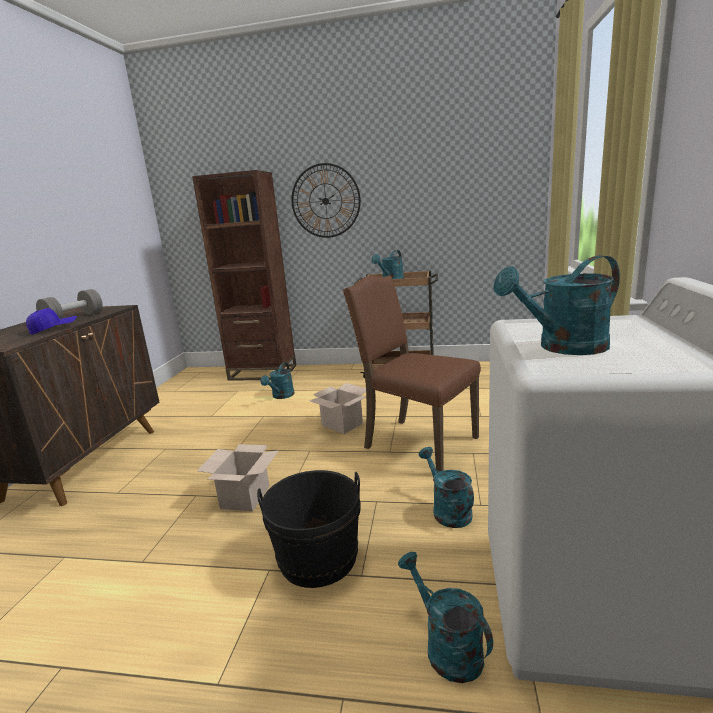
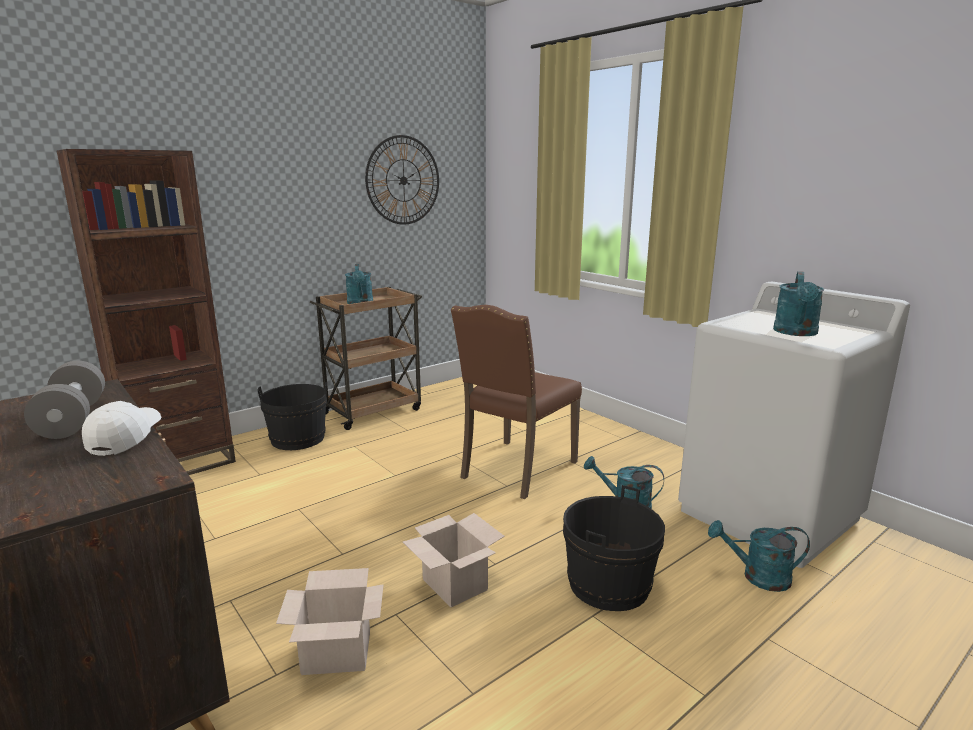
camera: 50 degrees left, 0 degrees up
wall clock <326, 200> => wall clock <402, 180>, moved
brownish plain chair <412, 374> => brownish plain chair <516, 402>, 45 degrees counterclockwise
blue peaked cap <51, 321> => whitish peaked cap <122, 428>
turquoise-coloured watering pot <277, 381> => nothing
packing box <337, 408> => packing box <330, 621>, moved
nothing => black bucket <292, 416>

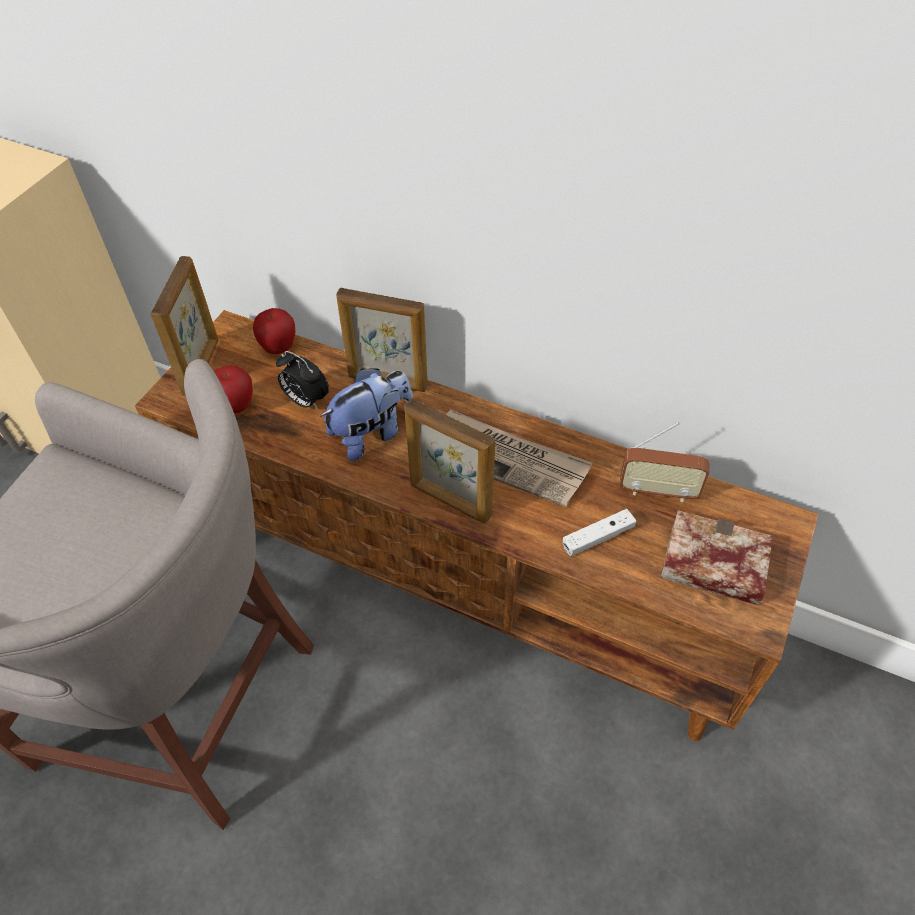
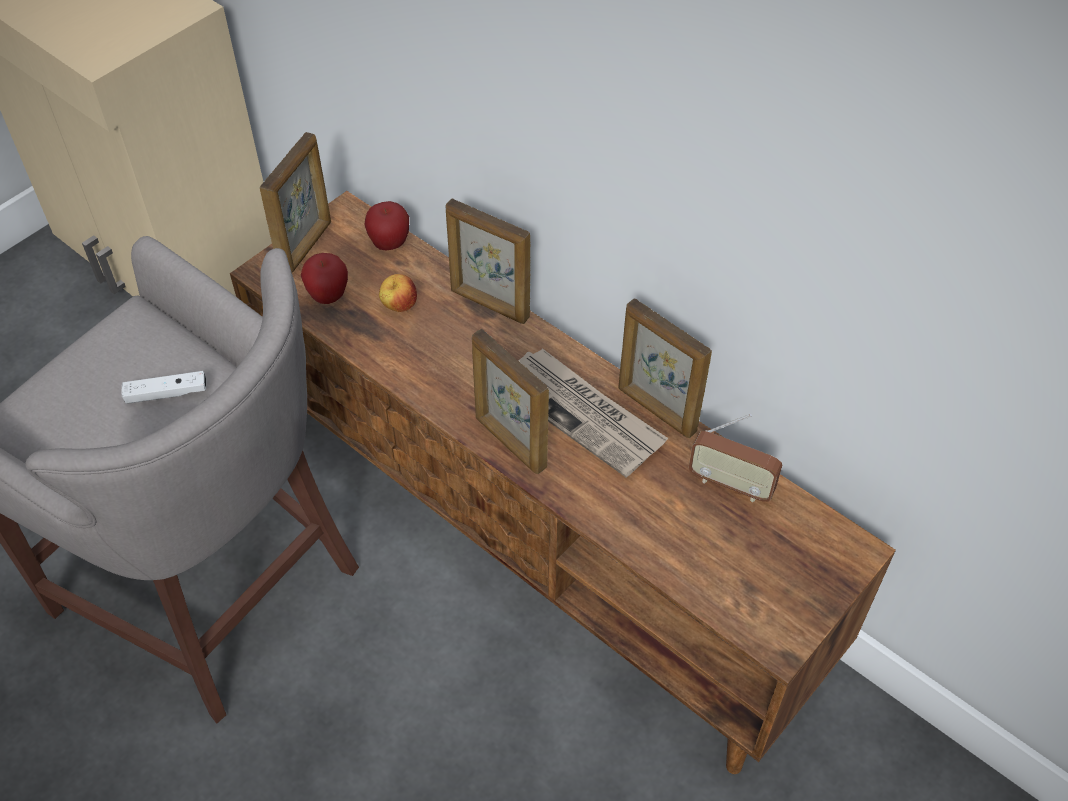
camera: 15 degrees right, 0 degrees up
bedside clock <302, 380> => whole apple <398, 293>
cuddly toy <366, 415> => nothing
whitish game controller <599, 532> => whitish game controller <164, 387>, moved
volume <717, 557> => nothing
nothing => picture frame <665, 368>

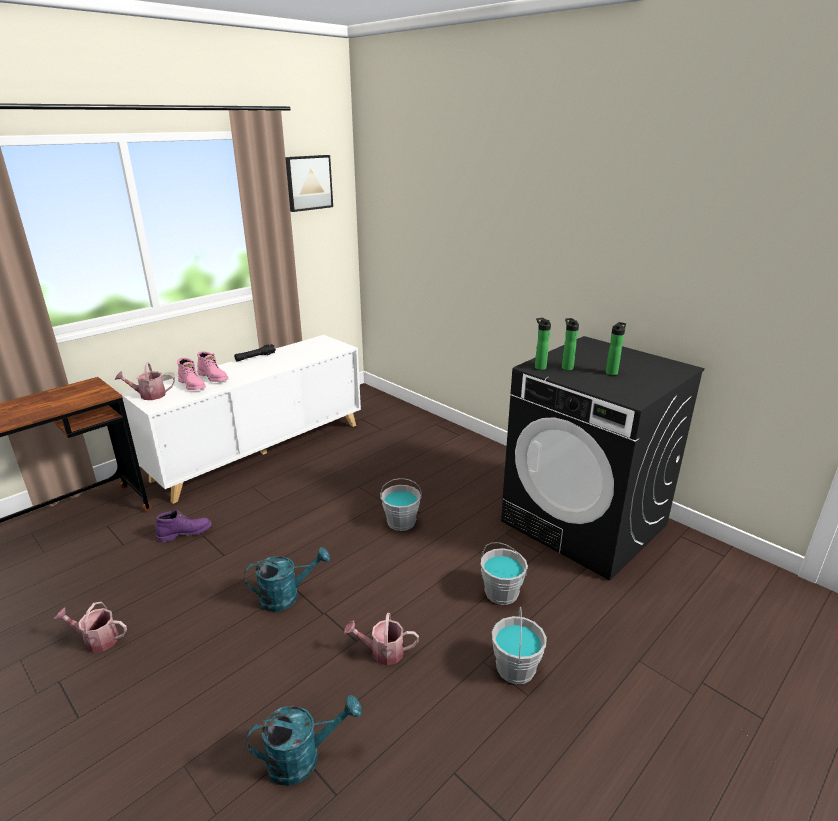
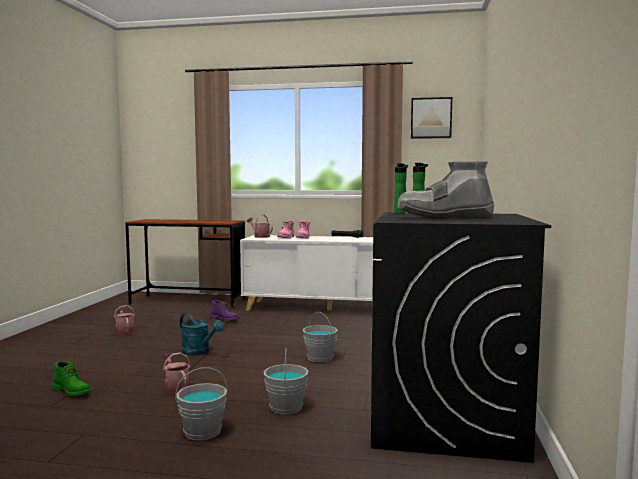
camera: 55 degrees right, 20 degrees down
beverage bottle <616, 348> => gray high-top boot <445, 190>
turquoise-coloured watering pot <304, 740> => green high-top boot <71, 378>

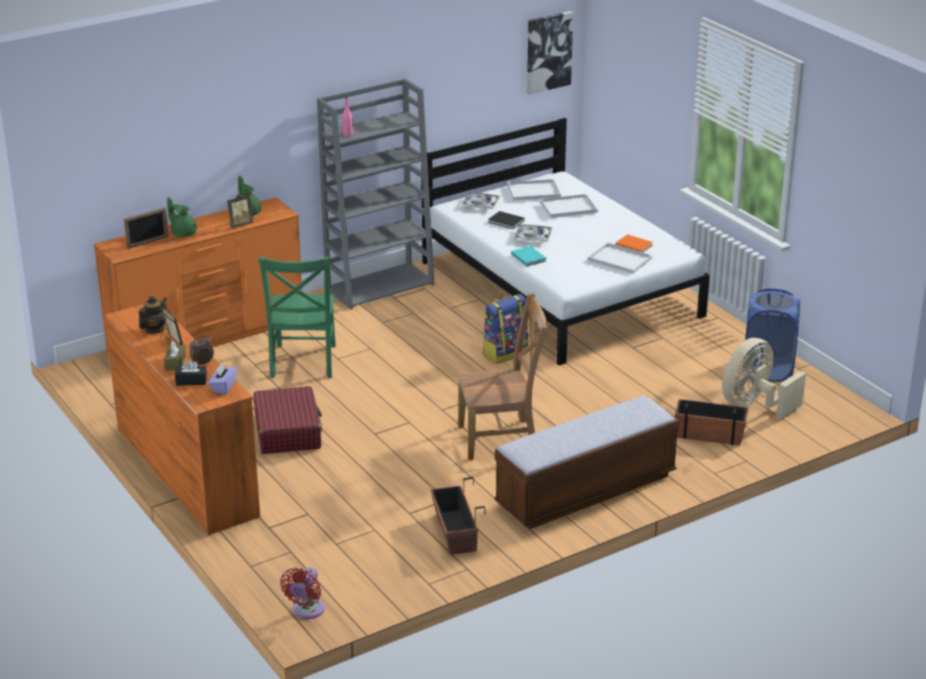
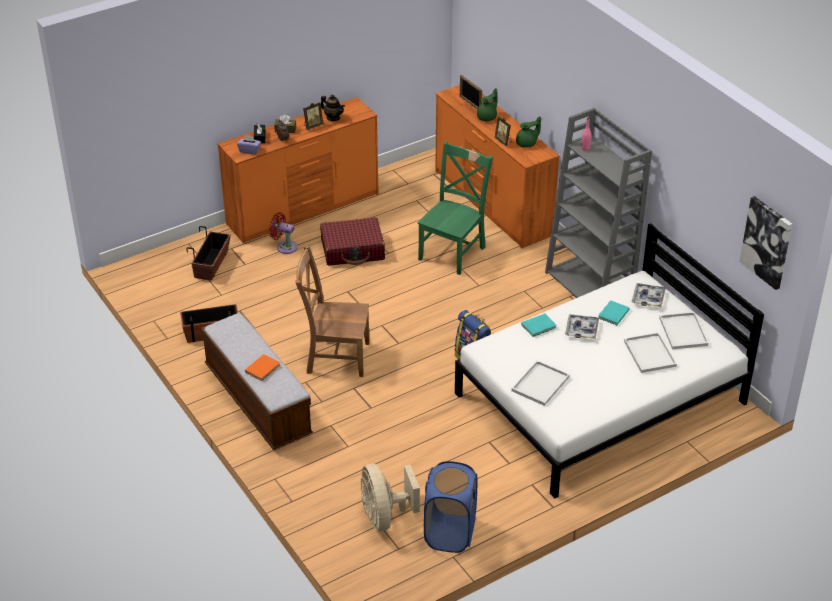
camera: 90 degrees right, 10 degrees up
black volume <506, 220> => turquoise-coloured volume <614, 312>
orangey volume <634, 243> => orangey volume <262, 367>, moved
green plain chair <297, 317> => green plain chair <455, 208>, 120 degrees clockwise
brownish plain chair <503, 376> => brownish plain chair <332, 311>, 105 degrees clockwise
sand-coloured cooling fan <764, 378> => sand-coloured cooling fan <390, 497>, 150 degrees counterclockwise
plant pot <712, 422> => plant pot <209, 253>, moved
red-coloured cooling fan <302, 593> => red-coloured cooling fan <283, 233>, moved

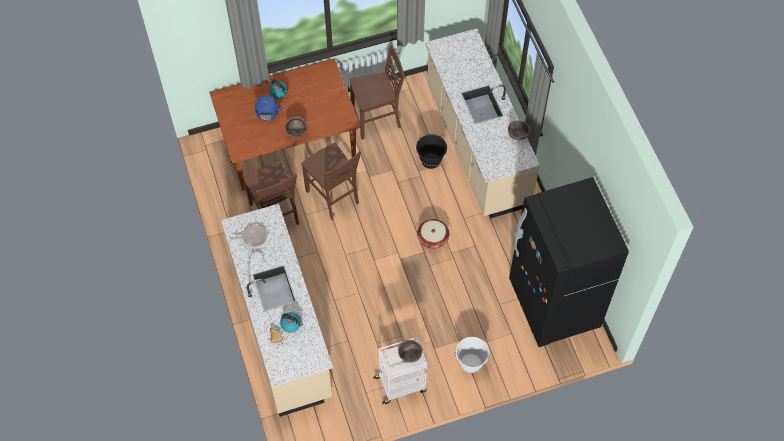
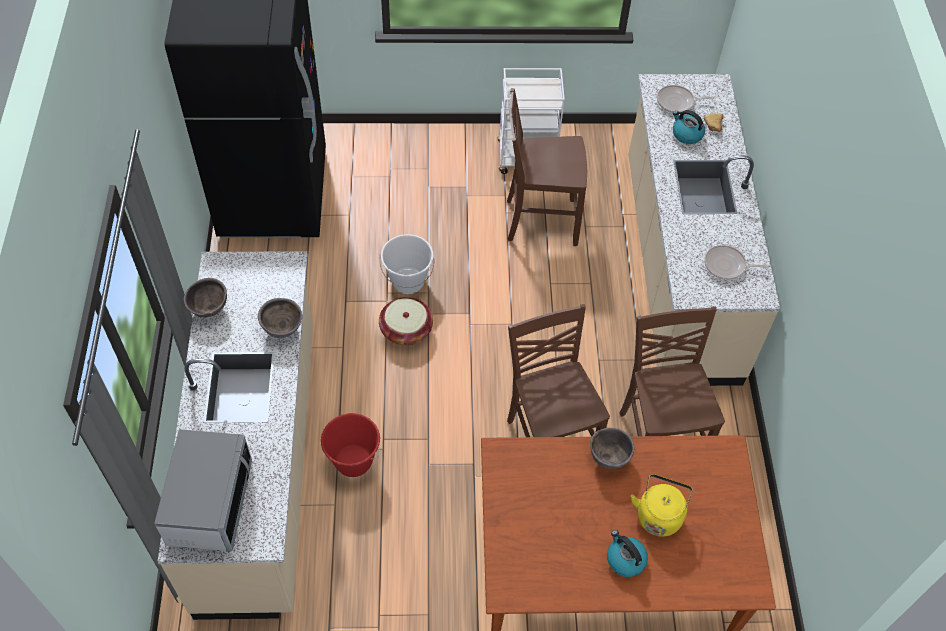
camera: 165 degrees left, 5 degrees down
brownish plain chair <377, 92> => brownish plain chair <547, 167>, moved
blue kettle <268, 108> => yellowish kettle <662, 505>
black bucket <431, 151> => red-coloured bucket <350, 445>
whitish bucket <472, 355> => whitish bucket <407, 264>, moved
brownish bowl <410, 351> => brownish bowl <280, 318>, moved
nothing => skillet <685, 99>
nothing => microwave oven <203, 490>

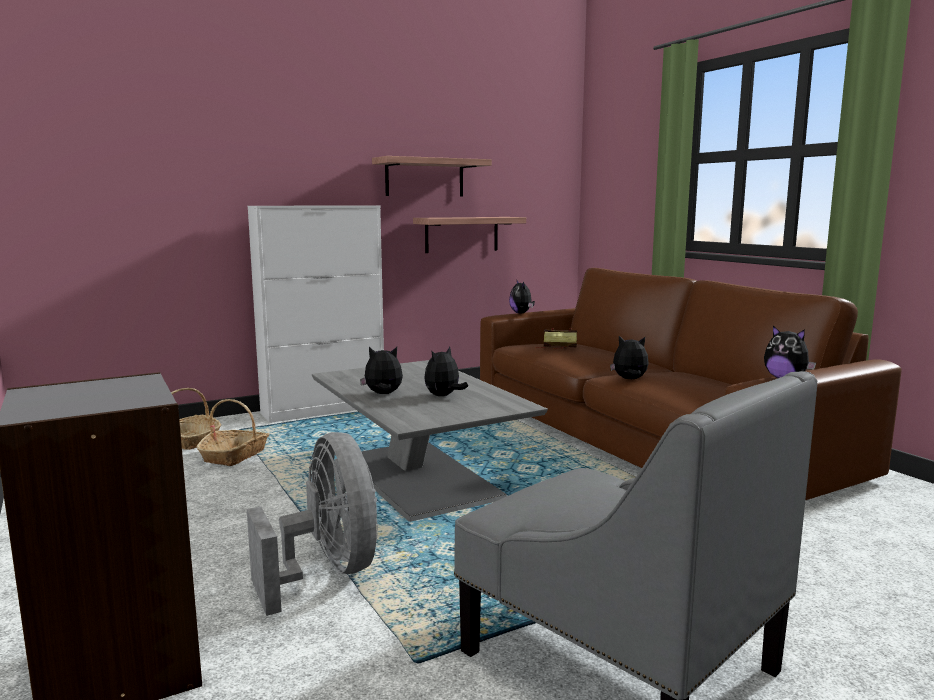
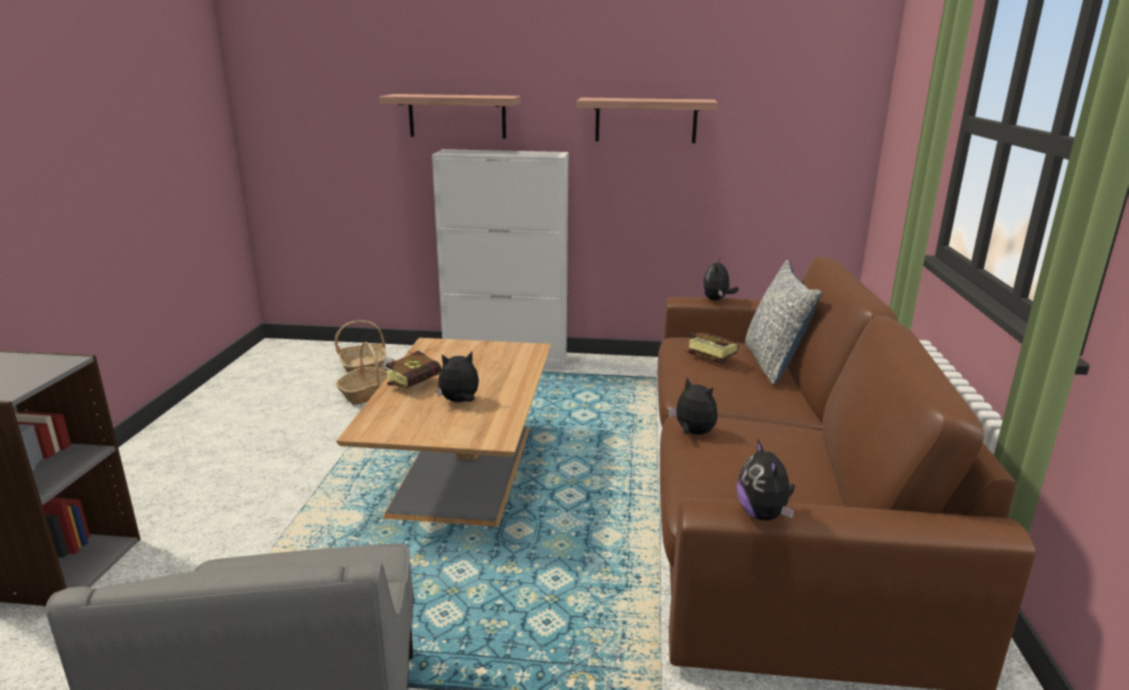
camera: 35 degrees right, 10 degrees up
wall shelf <469, 235> => wall shelf <450, 116>, moved
cuddly toy <381, 370> => volume <413, 369>
gray lounge table <430, 441> => brownish lounge table <443, 432>
gray cooling fan <312, 524> => nothing
nothing => pillow <783, 322>

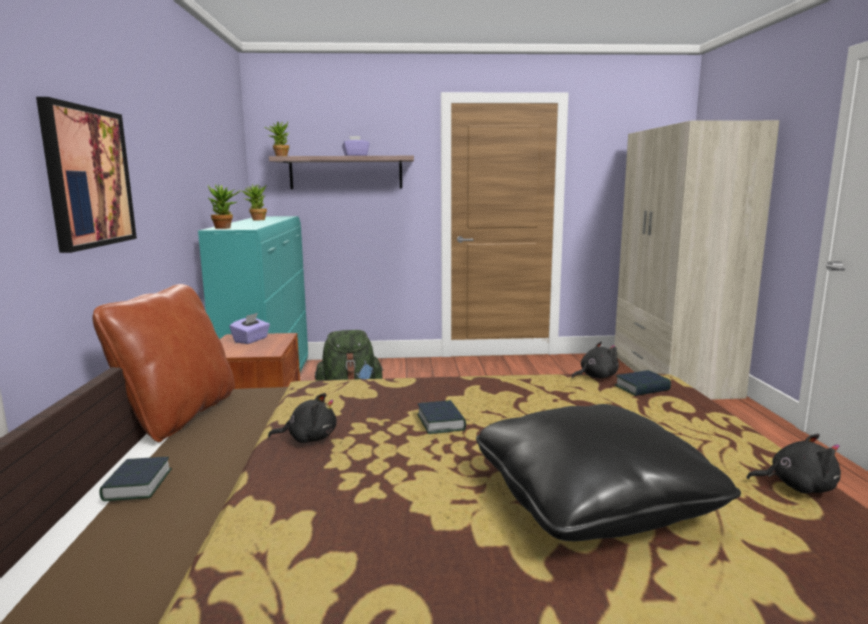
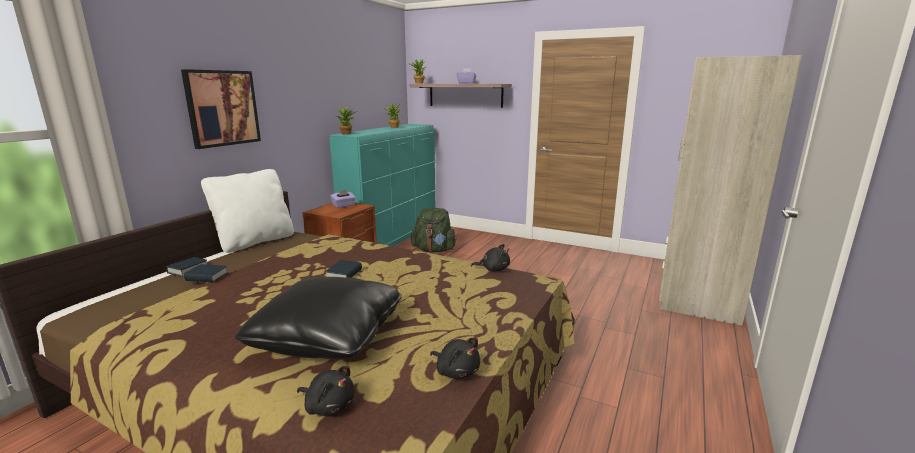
camera: 30 degrees right, 5 degrees up
brownish pillow <163, 363> => whitish pillow <247, 211>
volume <642, 383> => volume <205, 273>, moved
black cuddly toy <302, 418> => black cuddly toy <326, 391>, moved

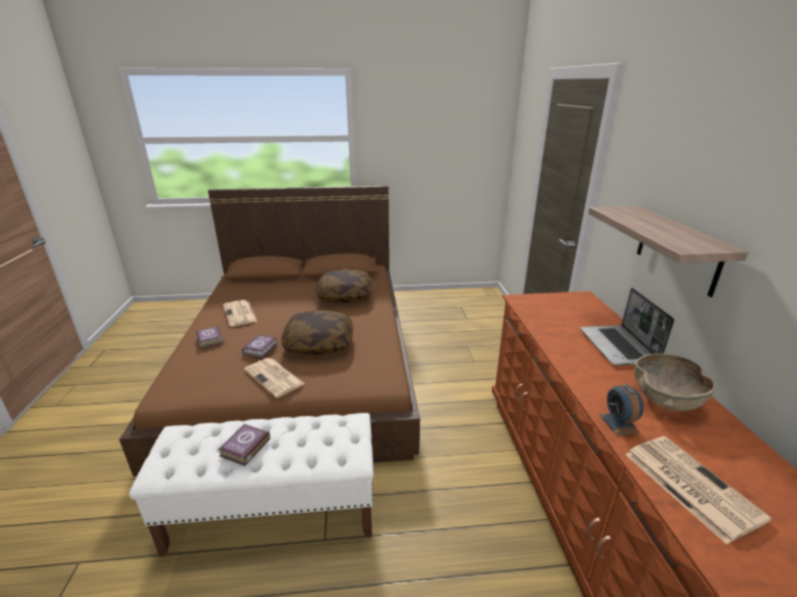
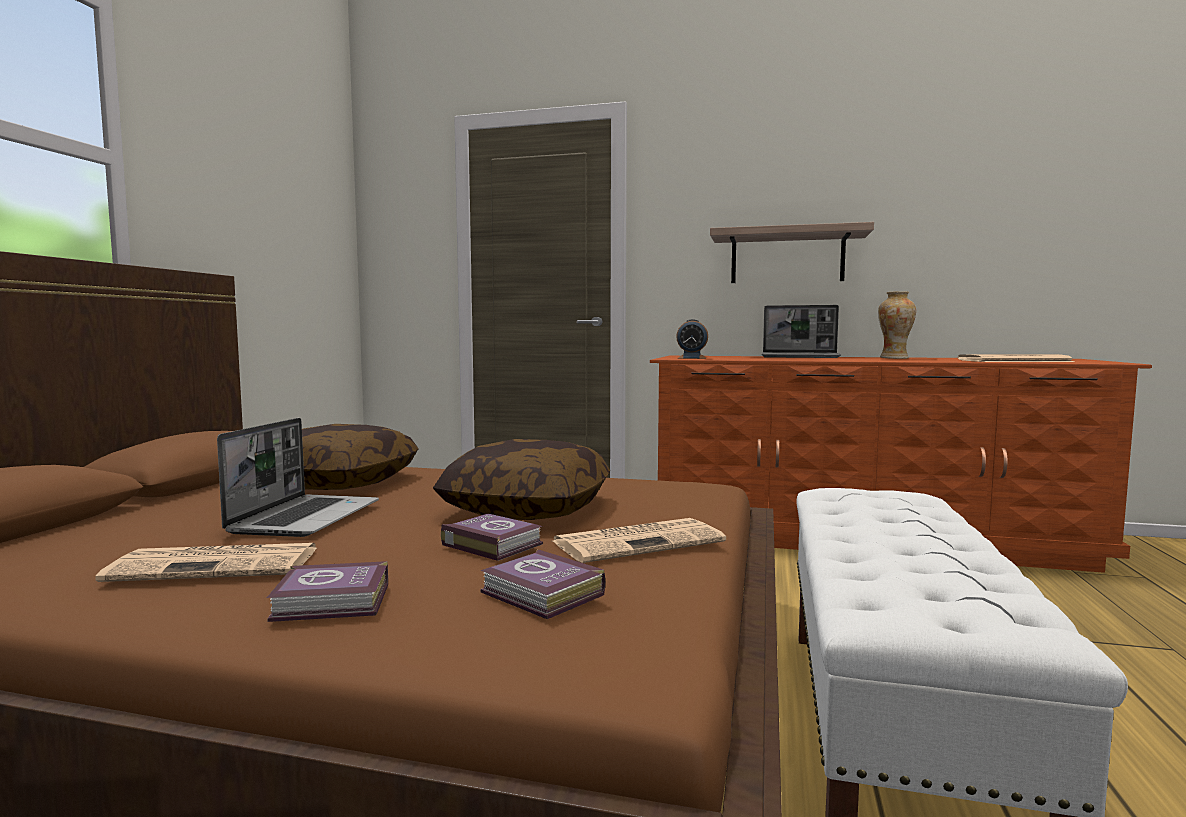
camera: 70 degrees left, 20 degrees down
brownish bowl <674, 382> => decorative vase <897, 325>
bedside clock <621, 410> => bedside clock <692, 339>, moved
volume <244, 445> => volume <542, 584>, moved
nothing => portable computer <298, 477>

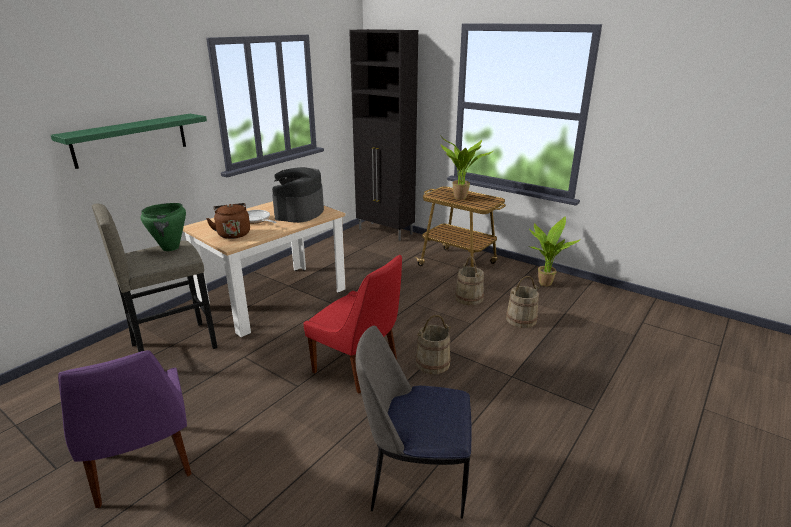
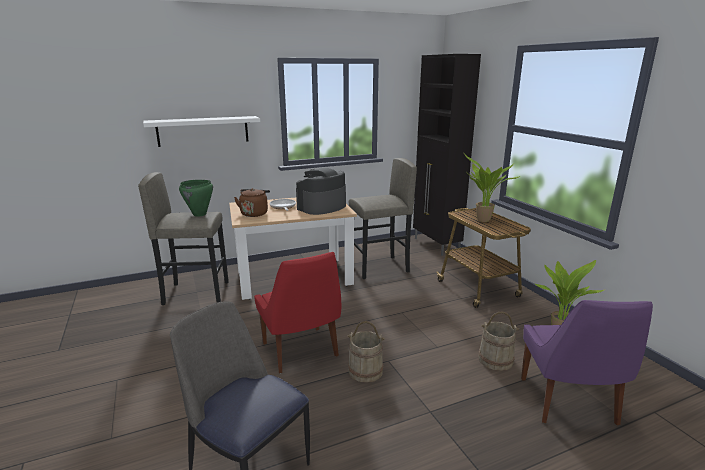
camera: 30 degrees right, 5 degrees down
green wall shelf <129, 141> => whitish wall shelf <201, 131>
sand-coloured bucket <469, 280> => nothing
purple plain chair <125, 429> => purple plain chair <587, 363>, moved
nothing => gray sitting stool <383, 218>

